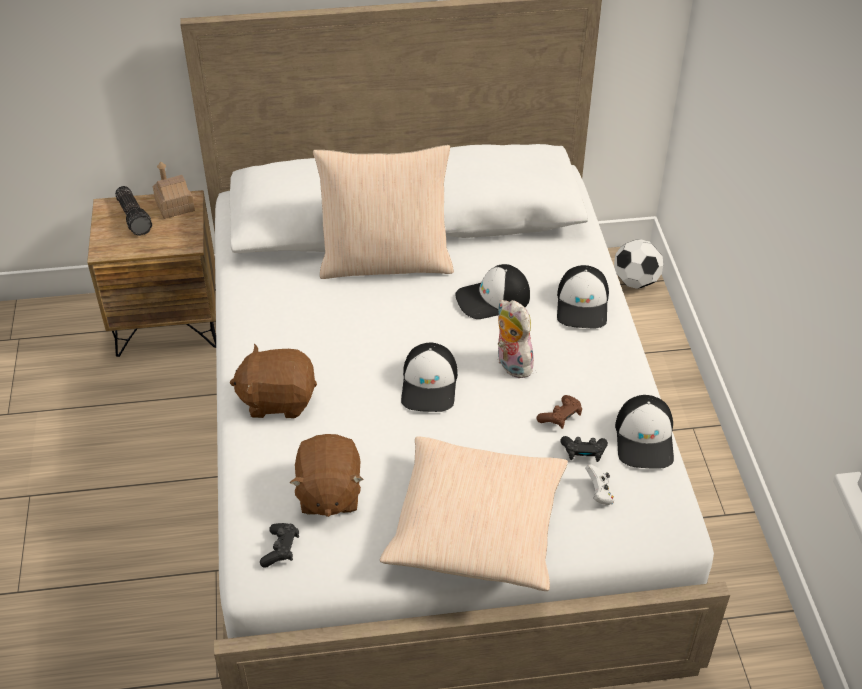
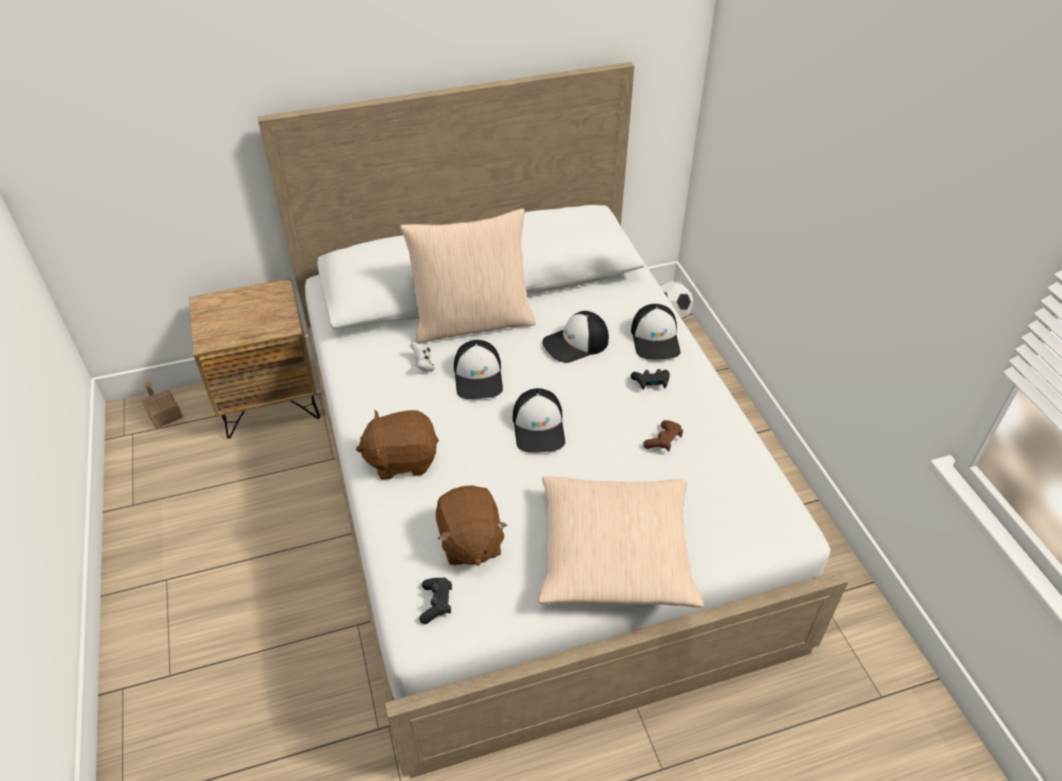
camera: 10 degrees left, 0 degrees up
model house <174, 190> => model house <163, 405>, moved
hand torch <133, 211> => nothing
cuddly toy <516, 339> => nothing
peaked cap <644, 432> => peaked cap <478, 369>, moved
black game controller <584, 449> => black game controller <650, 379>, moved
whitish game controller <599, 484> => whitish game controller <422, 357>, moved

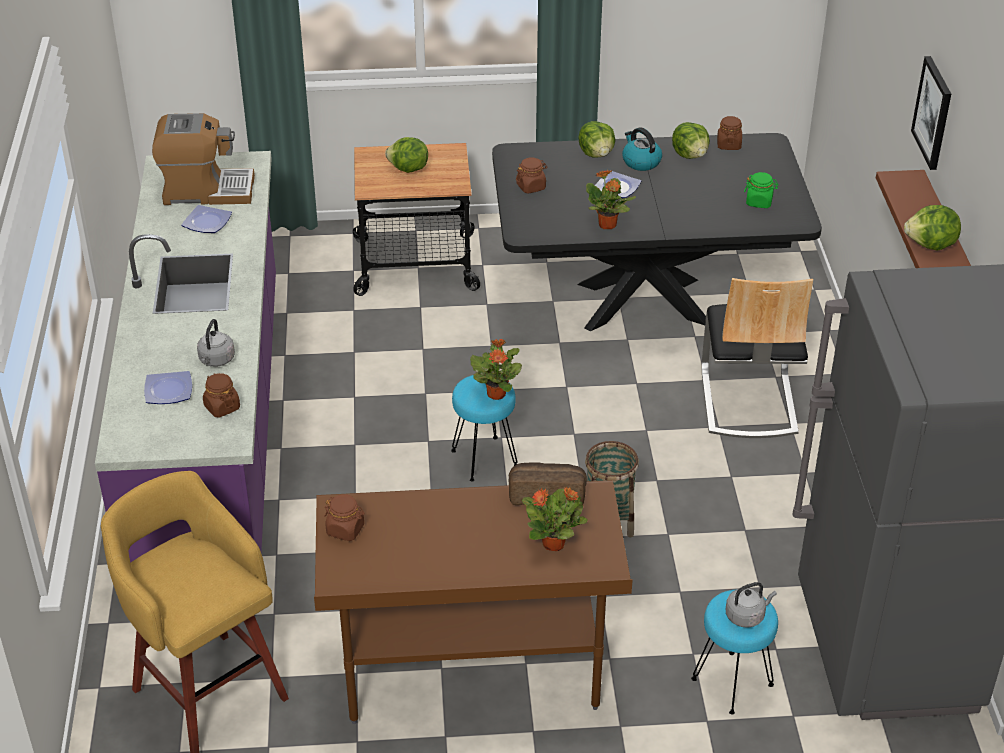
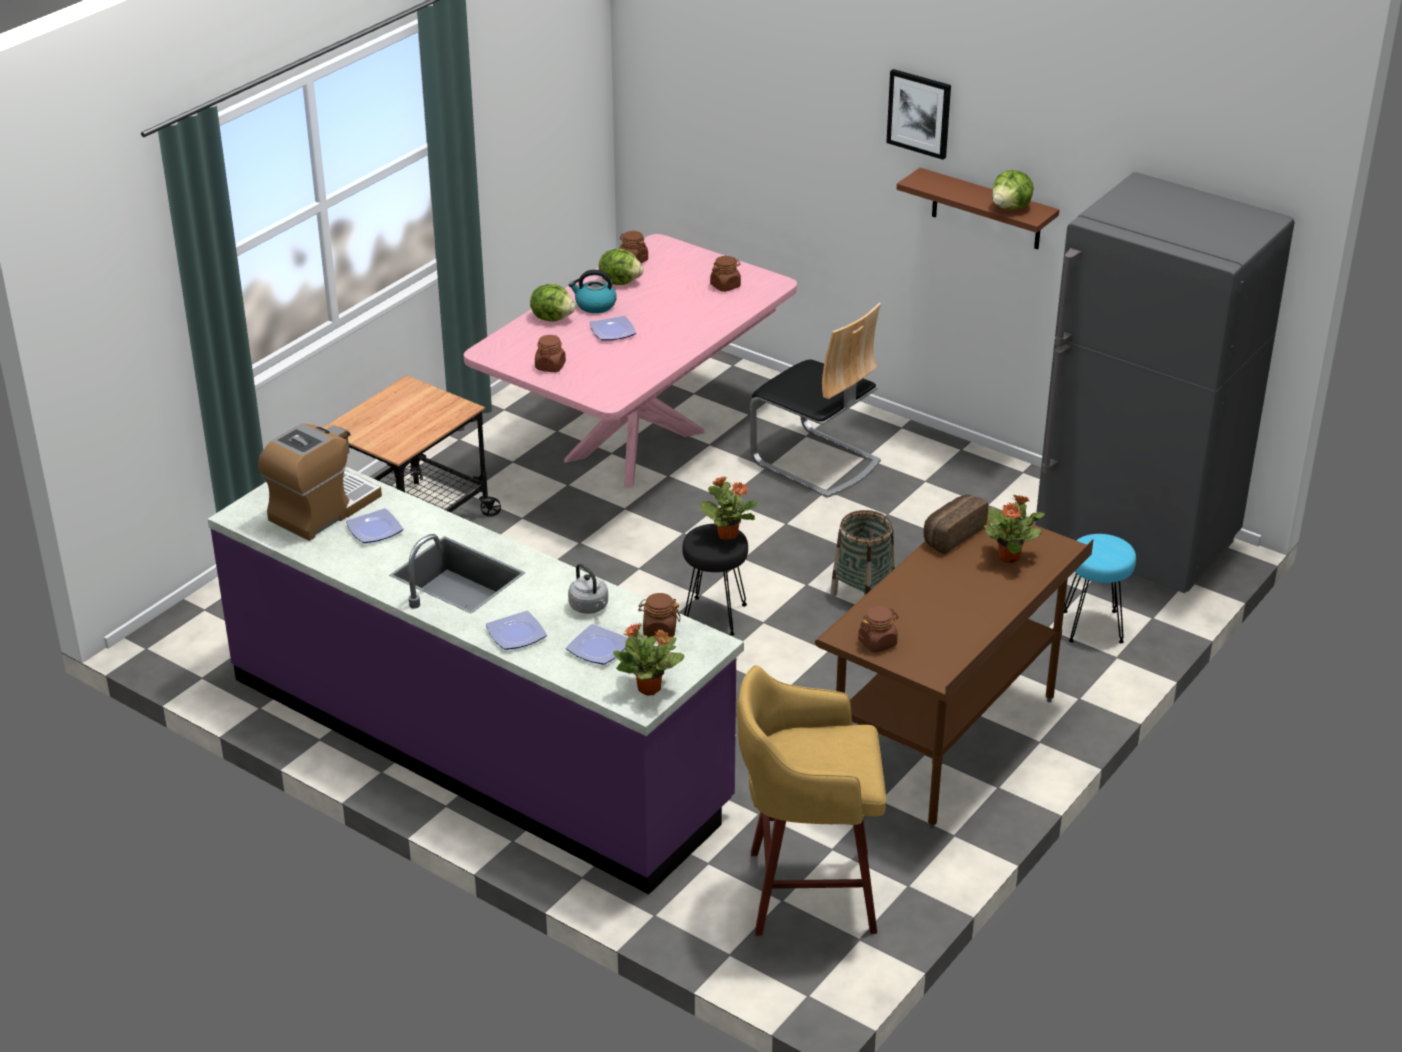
camera: 50 degrees left, 5 degrees down
black kitchen table <657, 232> => pinkish kitchen table <630, 361>
head of lettuce <406, 155> => nothing
plant in a pot <611, 199> => plant in a pot <649, 658>, moved
green preserve jar <761, 190> => brownish preserve jar <725, 274>
turquoise-coloured sitting stool <484, 428> => black sitting stool <715, 580>
gray kettle <751, 605> => nothing
nothing => dinner plate <516, 630>

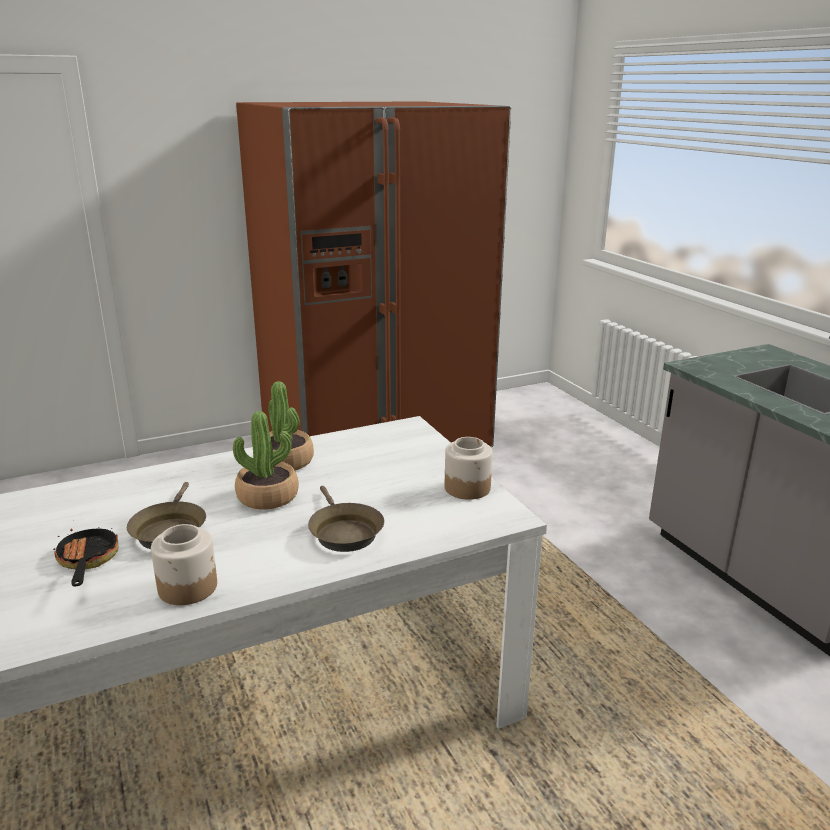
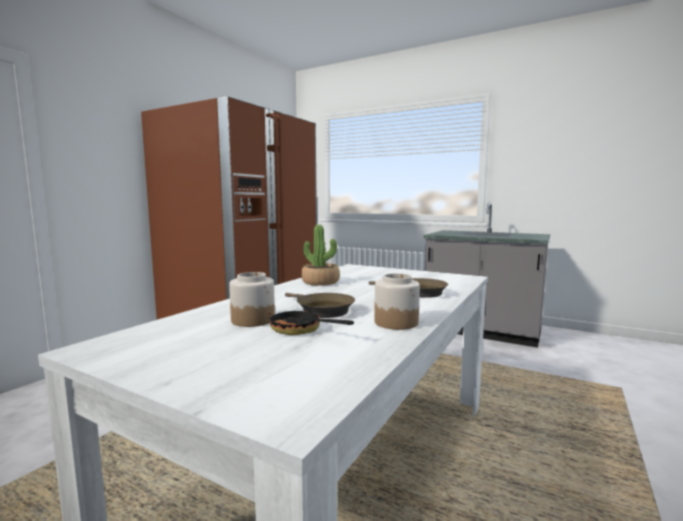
camera: 35 degrees left, 15 degrees down
plant in a pot <266, 460> => nothing
preserve jar <469, 468> => preserve jar <252, 299>, moved

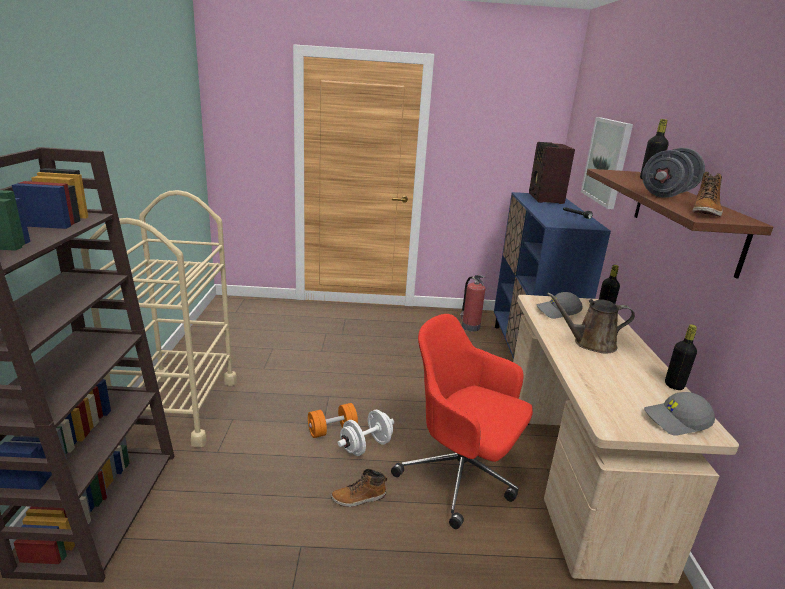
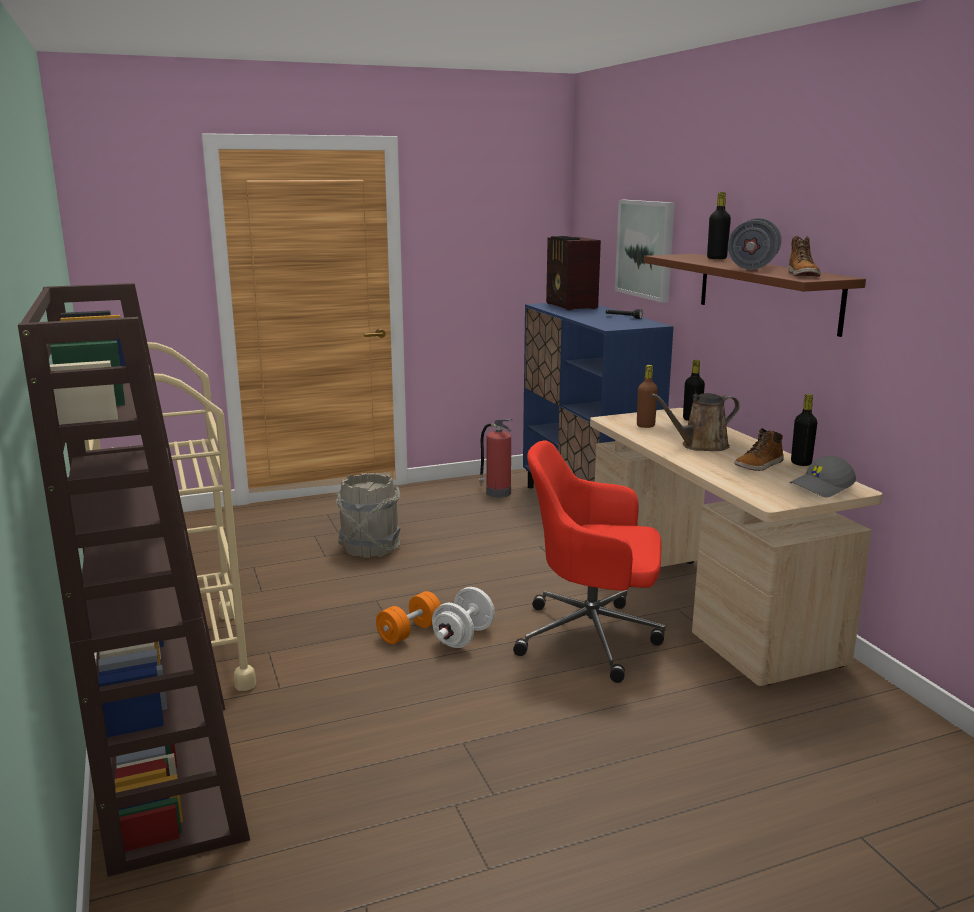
camera: 20 degrees left, 5 degrees down
gray peaked cap <559, 305> => brownish beverage bottle <647, 396>
high-top boot <359, 488> => high-top boot <758, 449>, moved
nothing => gray bucket <368, 515>

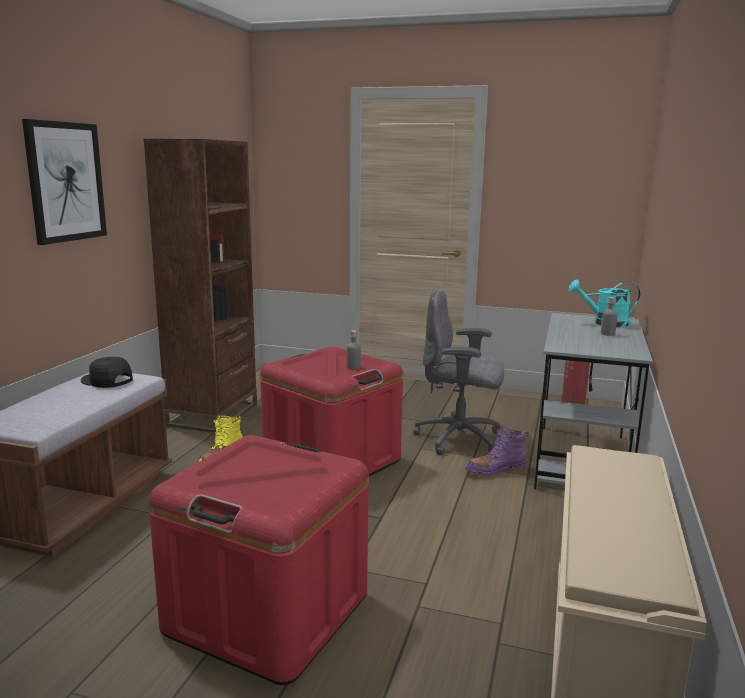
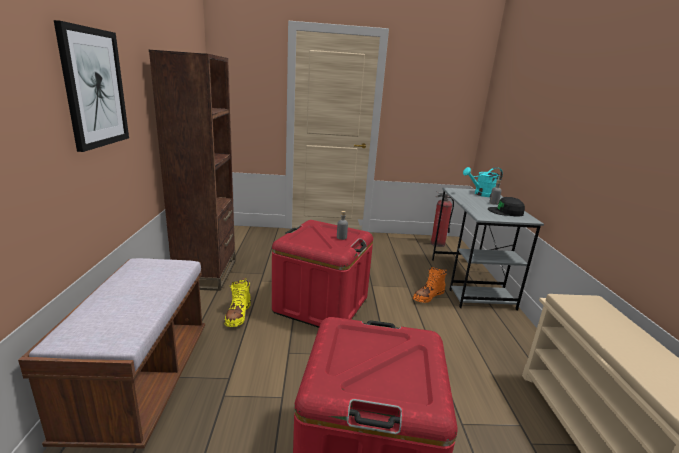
camera: 20 degrees left, 5 degrees up
gray desk chair <458, 372> => nothing
black peaked cap <107, 372> => black peaked cap <506, 207>, moved
purple high-top boot <497, 450> => orangey high-top boot <430, 285>

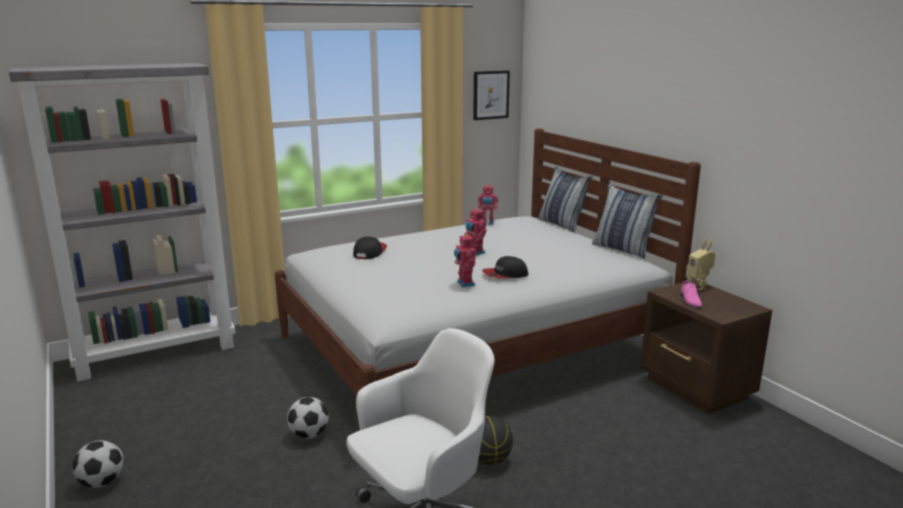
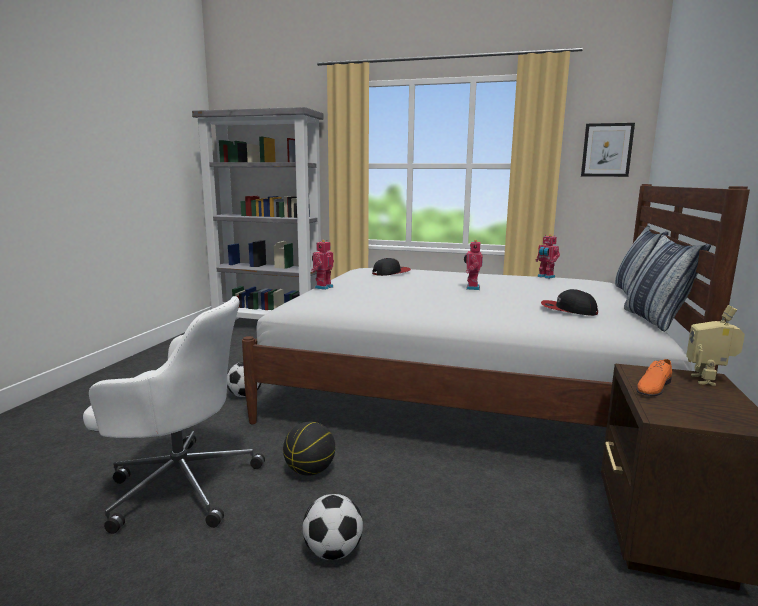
camera: 45 degrees right, 5 degrees down
robot figure <464, 260> => robot figure <322, 265>, moved
peaked cap <505, 267> => peaked cap <569, 302>, moved
pinkish item of footwear <691, 294> => orangey item of footwear <654, 377>
ball for football <98, 464> => ball for football <332, 527>, moved

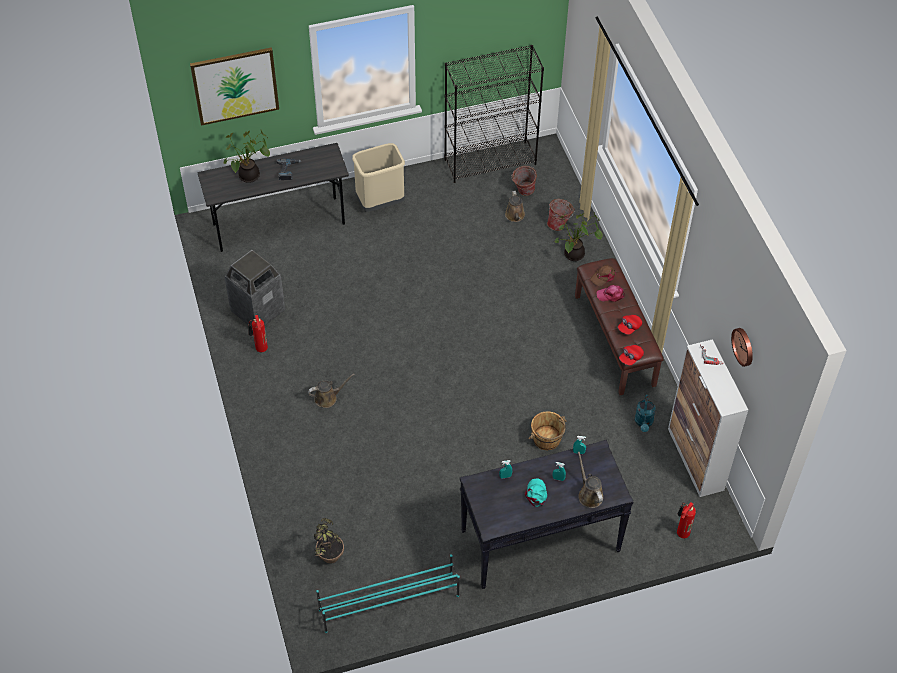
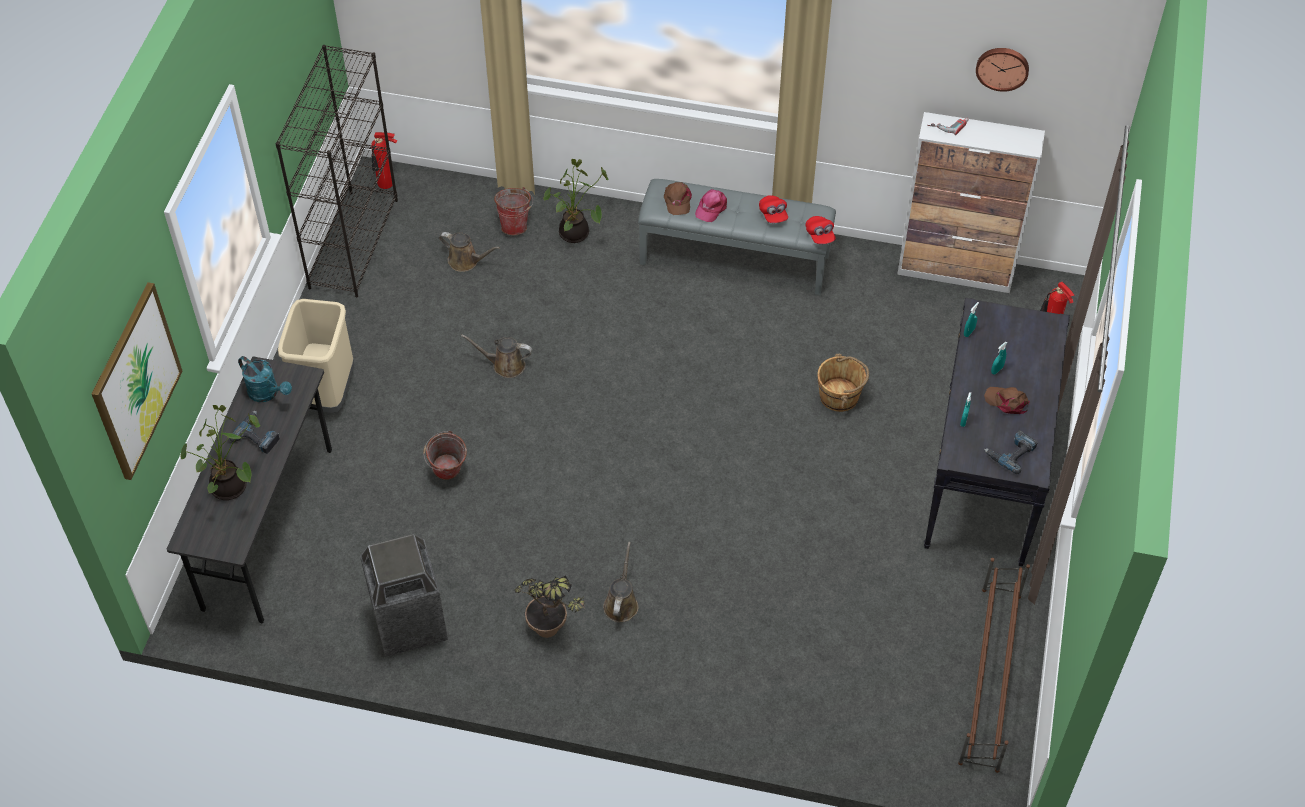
camera: 60 degrees left, 0 degrees up
bucket <524, 181> => bucket <445, 455>, moved
brownish indoor bench <619, 326> => gray indoor bench <737, 237>
fire-fighting cylinder <258, 333> => fire-fighting cylinder <384, 160>, moved
turquoise-coloured watering pot <645, 413> => turquoise-coloured watering pot <265, 379>, moved
brownish watering pot <590, 480> => brownish watering pot <496, 356>, moved
turquoise-coloured peaked cap <536, 492> => brownish peaked cap <1007, 400>
plant in a pot <329, 540> => plant in a pot <549, 606>, moved
turquoise-coloured shoe rack <388, 593> => brownish shoe rack <994, 665>
nothing => drill <1011, 452>

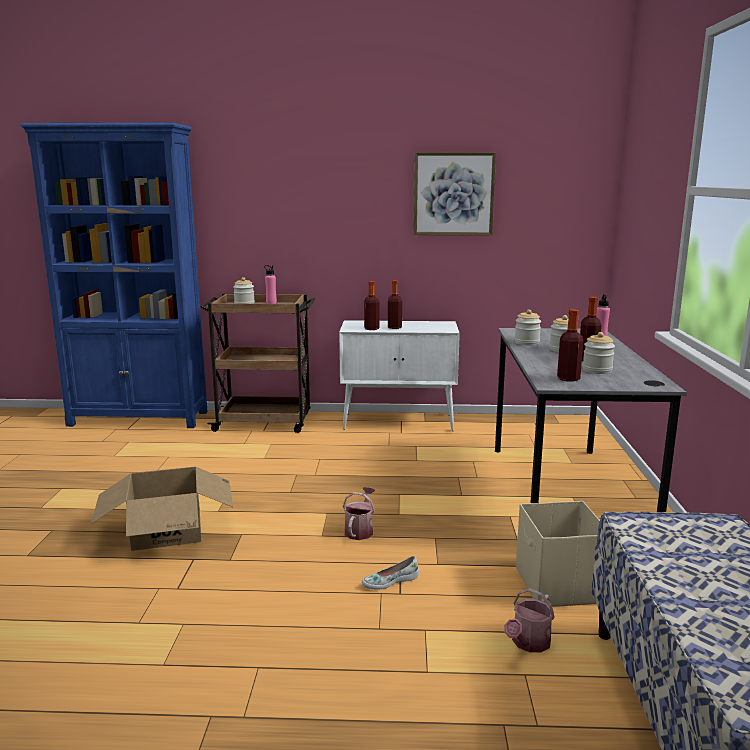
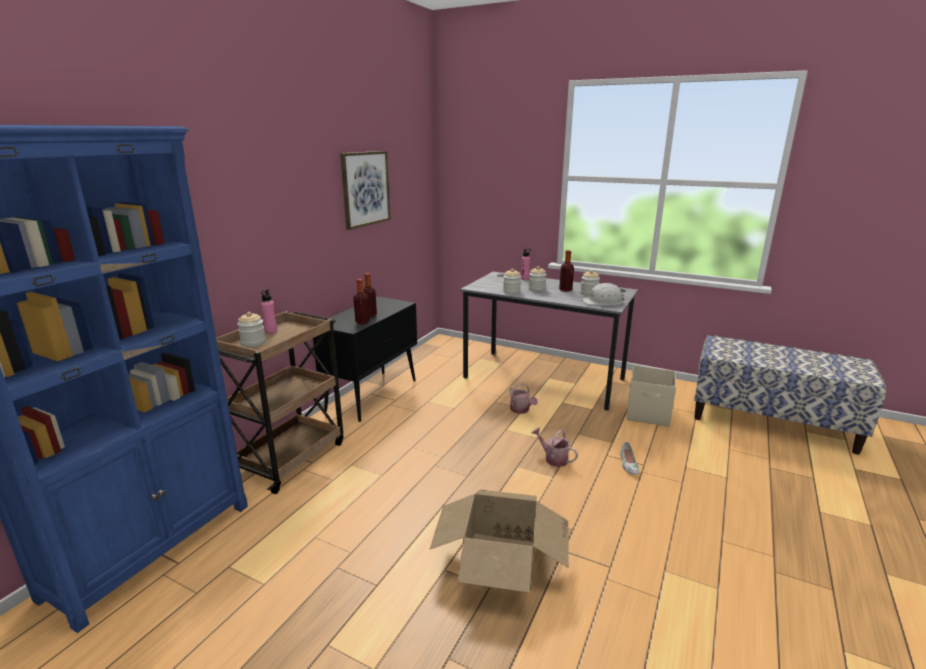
camera: 65 degrees left, 5 degrees up
beverage bottle <570, 345> => whitish safety helmet <602, 294>
whitish cupboard <399, 375> => black cupboard <365, 359>
watering pot <529, 620> => watering pot <524, 398>, moved

